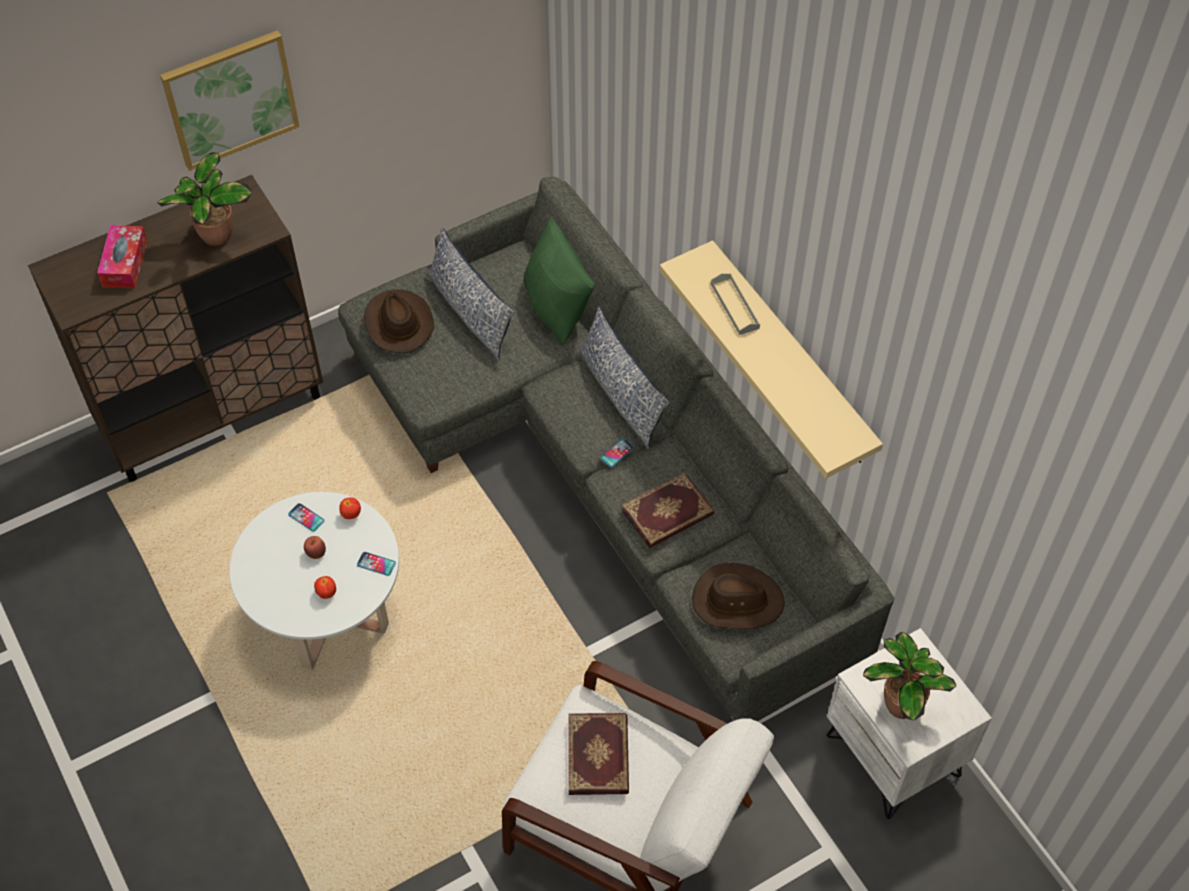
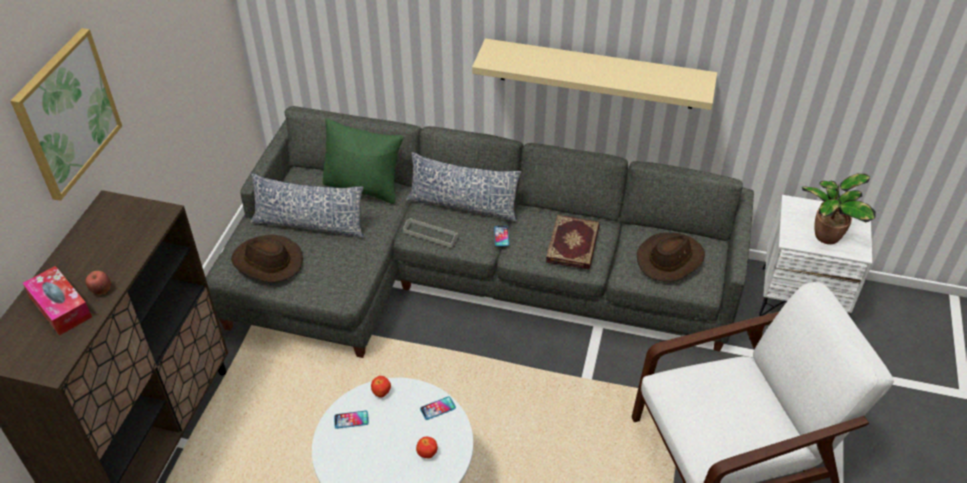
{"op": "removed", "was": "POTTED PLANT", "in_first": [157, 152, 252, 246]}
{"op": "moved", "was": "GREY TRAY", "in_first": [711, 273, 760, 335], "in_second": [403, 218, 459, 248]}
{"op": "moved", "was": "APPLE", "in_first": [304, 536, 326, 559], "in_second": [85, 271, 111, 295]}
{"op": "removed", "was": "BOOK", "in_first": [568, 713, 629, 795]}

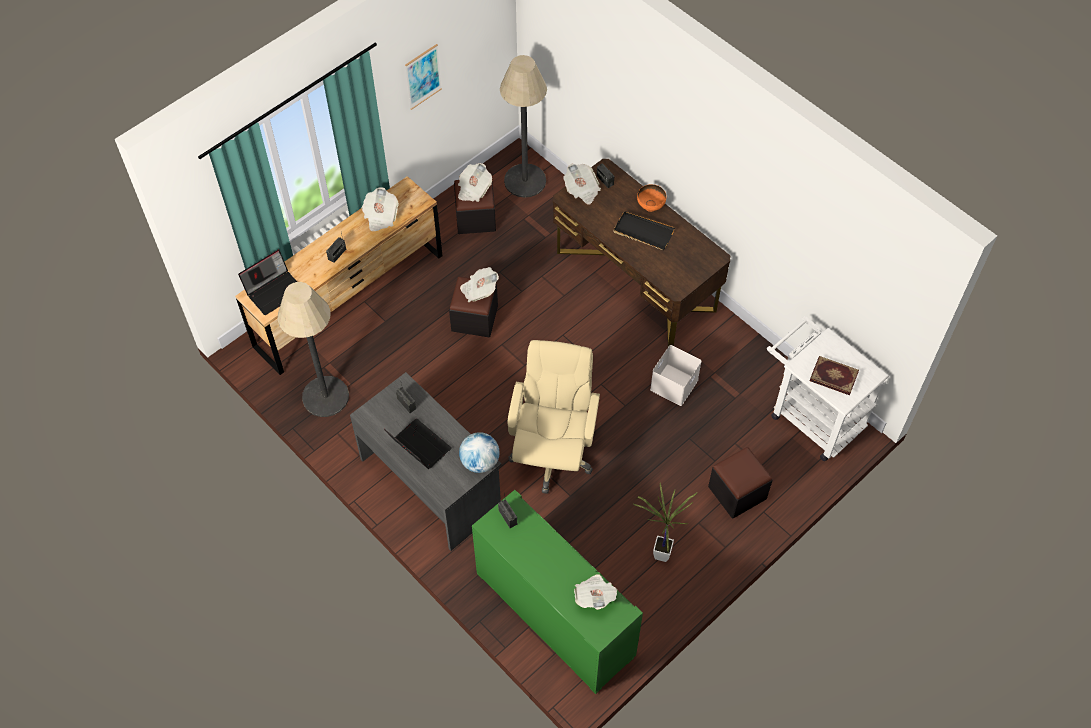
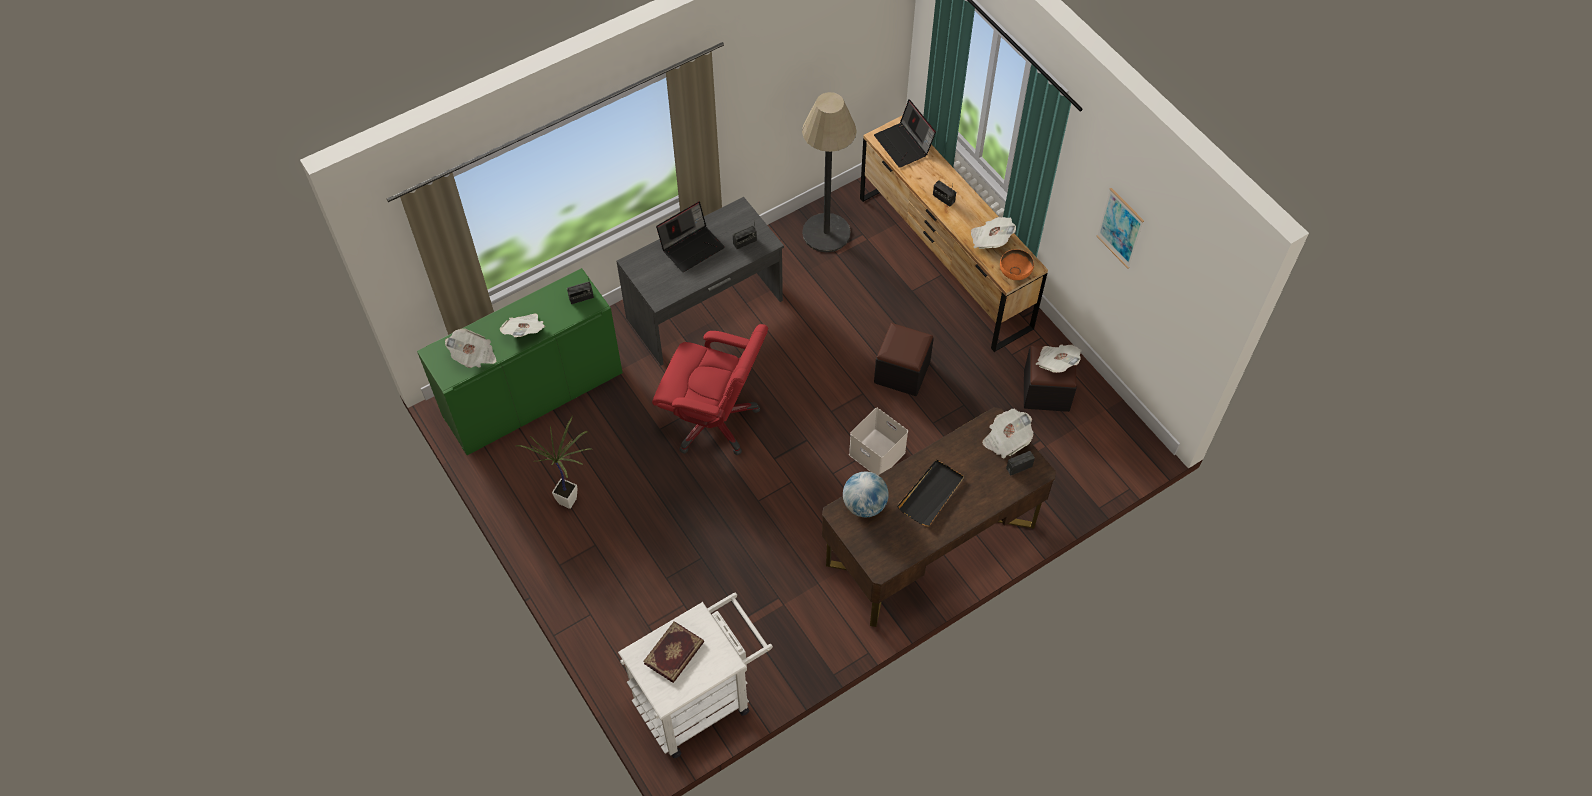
{"op": "removed", "was": "FLOOR LAMP", "in_first": [500, 55, 547, 198]}
{"op": "moved", "was": "ORANGE BOWL", "in_first": [637, 184, 666, 212], "in_second": [1000, 249, 1034, 280]}
{"op": "moved", "was": "NEWSPAPER", "in_first": [460, 267, 499, 302], "in_second": [500, 313, 545, 337]}
{"op": "recoloured", "was": "BEIGE OFFICE CHAIR", "now": "RED OFFICE CHAIR", "in_first": [507, 340, 600, 494], "in_second": [652, 324, 768, 455]}
{"op": "moved", "was": "WHITE STORAGE BOX", "in_first": [650, 345, 702, 406], "in_second": [849, 408, 908, 475]}
{"op": "moved", "was": "GLOBE", "in_first": [459, 432, 500, 473], "in_second": [843, 471, 889, 517]}
{"op": "removed", "was": "BLACK OTTOMAN", "in_first": [708, 447, 772, 518]}

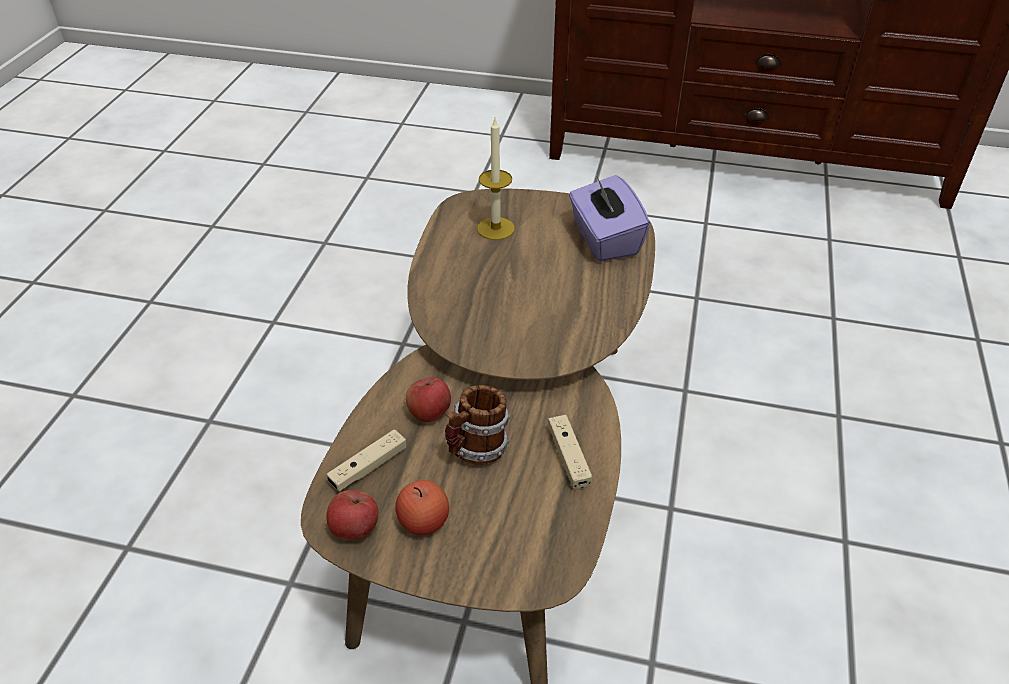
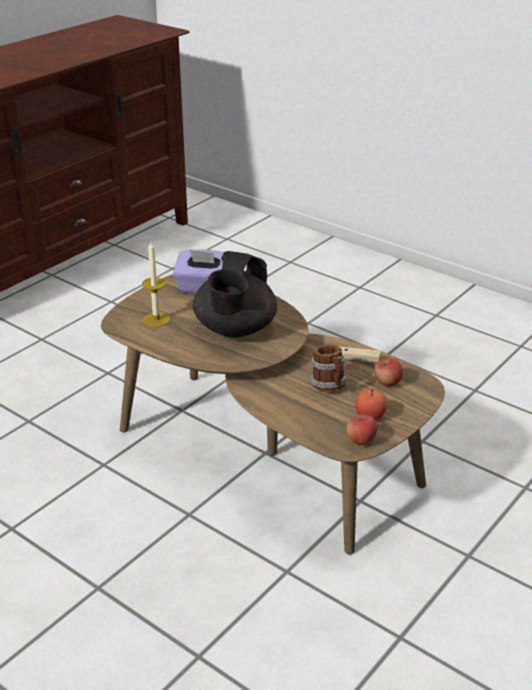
{"op": "moved", "was": "APPLE", "in_first": [406, 377, 451, 422], "in_second": [375, 358, 403, 386]}
{"op": "removed", "was": "BEIGE GAME CONTROLLER", "in_first": [327, 430, 406, 491]}
{"op": "added", "now": "BLACK TEAPOT", "in_second": [193, 251, 277, 337]}

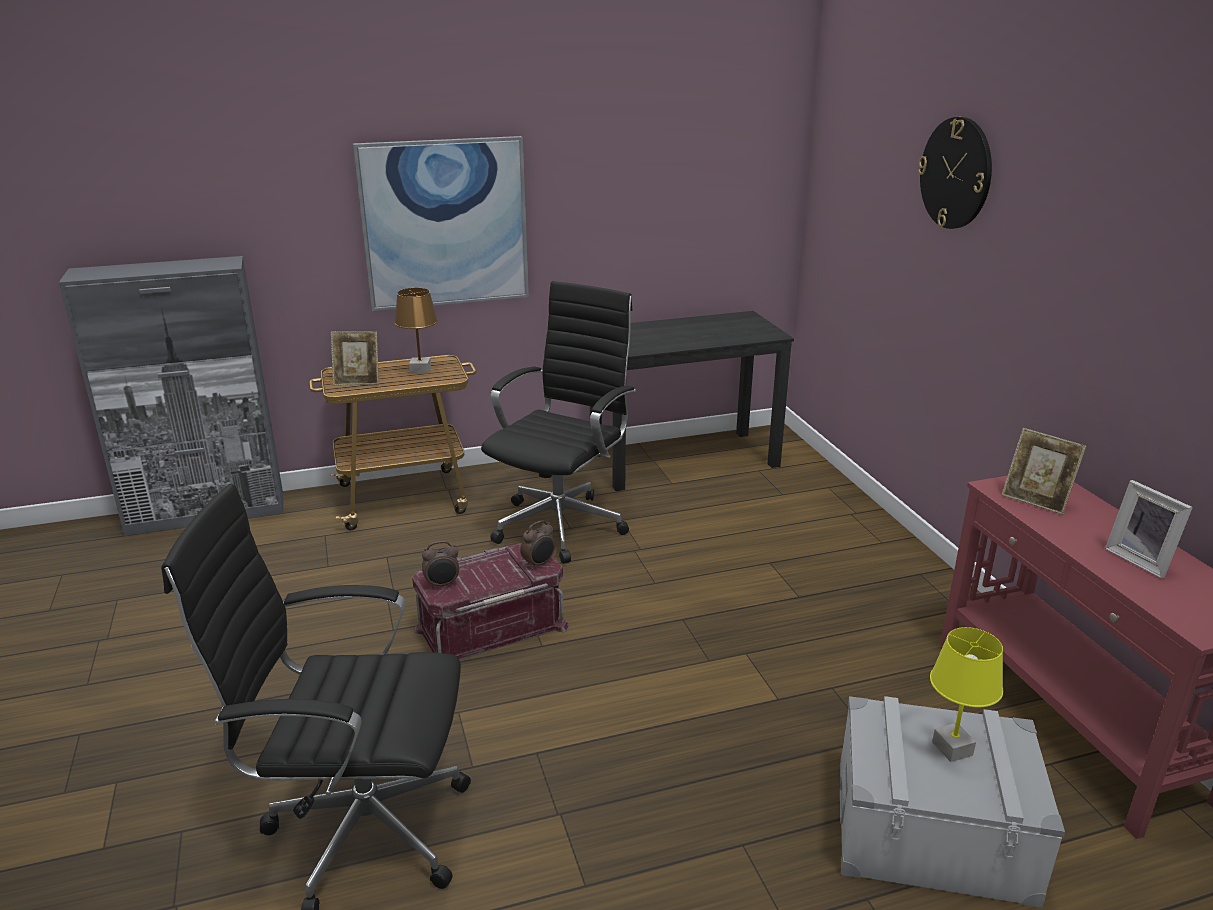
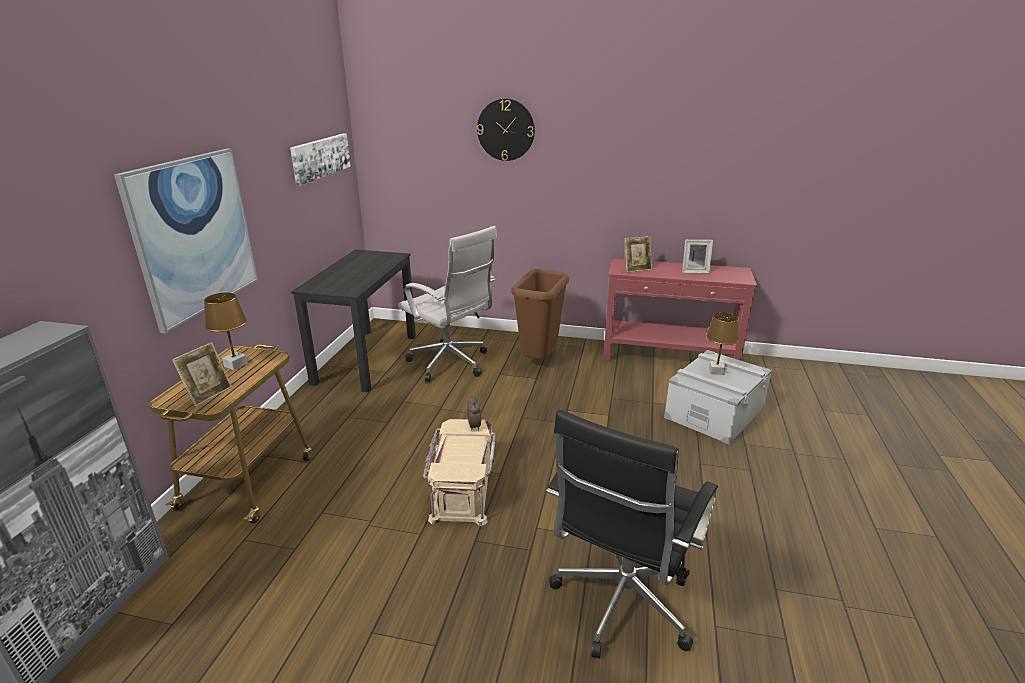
{"op": "removed", "was": "BLACK OFFICE CHAIR", "in_first": [481, 281, 636, 564]}
{"op": "removed", "was": "ALARM CLOCK", "in_first": [422, 541, 459, 589]}
{"op": "recoloured", "was": "RED STORAGE BOX", "now": "BEIGE STORAGE BOX", "in_first": [412, 543, 569, 660], "in_second": [423, 419, 496, 526]}
{"op": "recoloured", "was": "YELLOW TABLE LAMP", "now": "BROWN TABLE LAMP", "in_first": [930, 627, 1003, 762], "in_second": [706, 312, 739, 375]}
{"op": "added", "now": "PICTURE", "in_second": [290, 134, 351, 186]}
{"op": "added", "now": "WHITE OFFICE CHAIR", "in_second": [398, 226, 497, 382]}
{"op": "added", "now": "BROWN TRASH CAN", "in_second": [511, 269, 569, 359]}

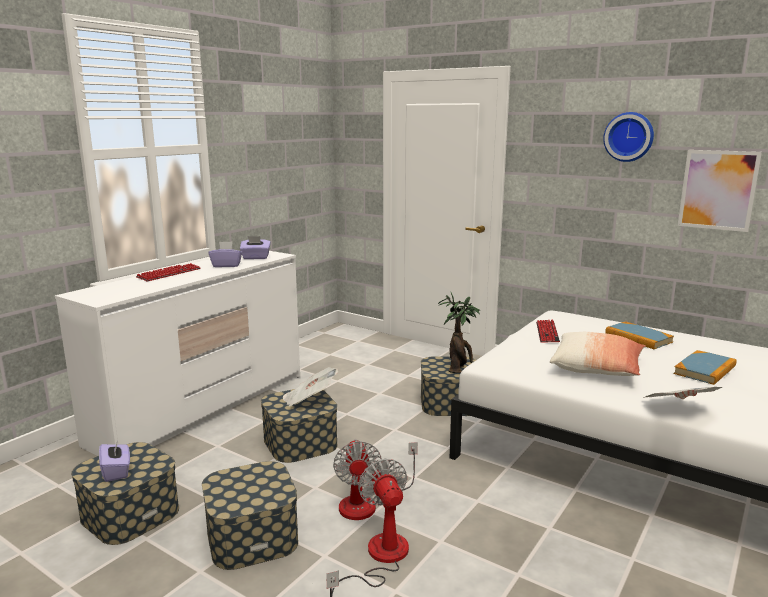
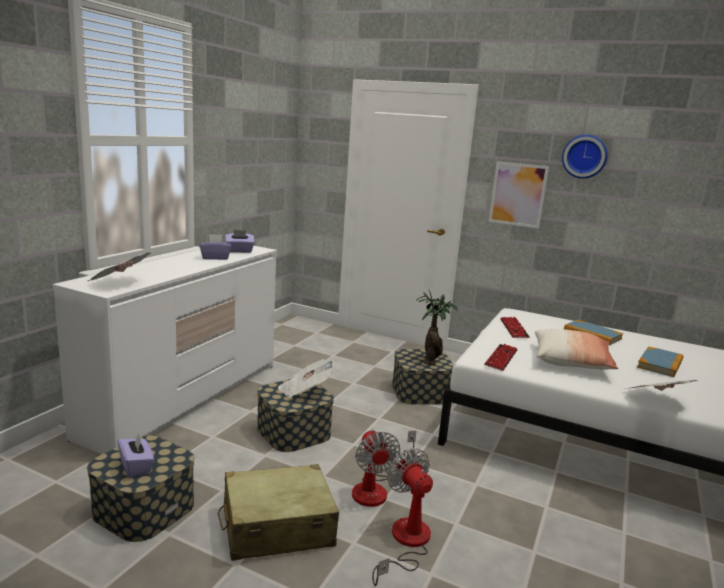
{"op": "moved", "was": "PICTURE", "in_first": [678, 150, 762, 232], "in_second": [489, 161, 549, 228]}
{"op": "moved", "was": "KEYBOARD", "in_first": [136, 263, 201, 281], "in_second": [484, 344, 517, 371]}
{"op": "replaced", "was": "STORAGE BOX", "now": "BEIGE SUITCASE", "in_first": [202, 461, 298, 570], "in_second": [218, 464, 339, 561]}
{"op": "added", "now": "NEWSPAPER", "in_second": [88, 252, 151, 281]}

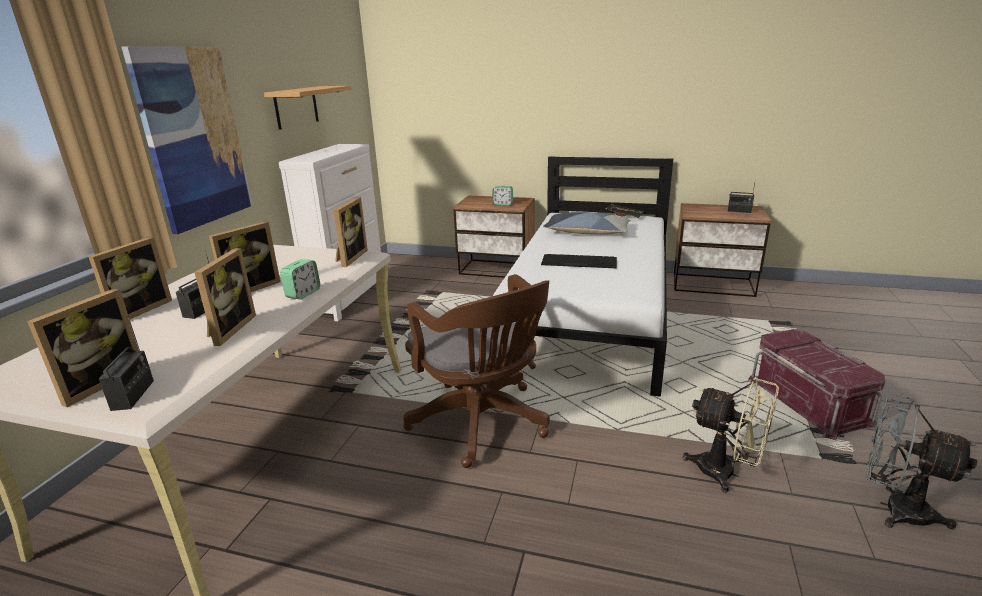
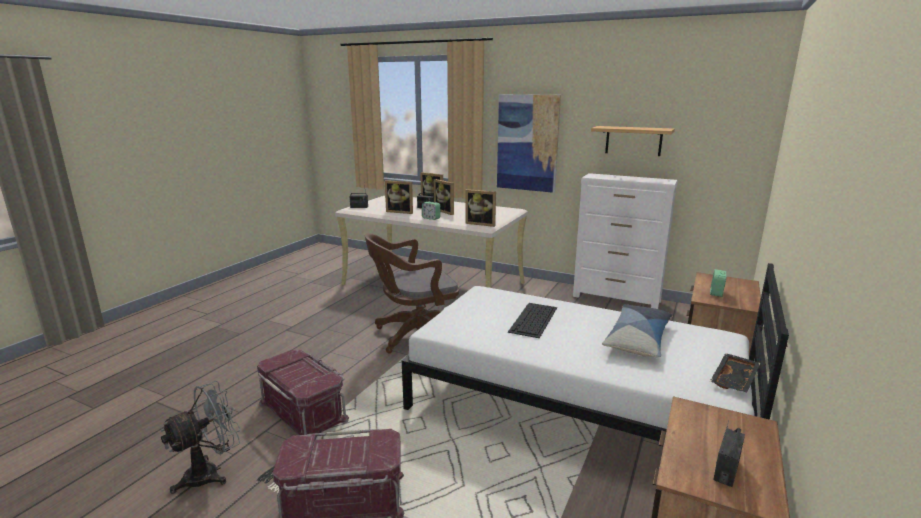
{"op": "removed", "was": "PICTURE FRAME", "in_first": [27, 288, 140, 408]}
{"op": "replaced", "was": "BEIGE FAN", "now": "RED STORAGE BOX", "in_first": [683, 376, 779, 493], "in_second": [257, 350, 349, 435]}

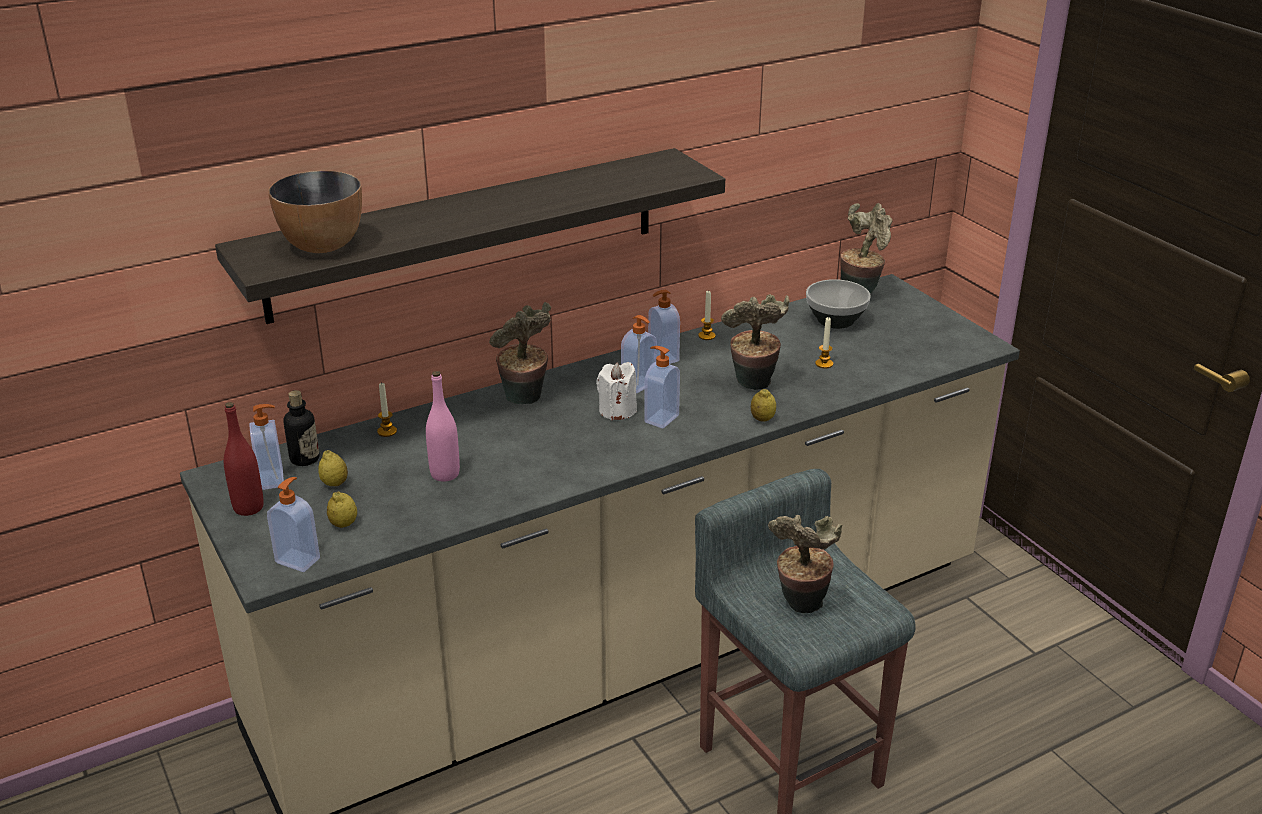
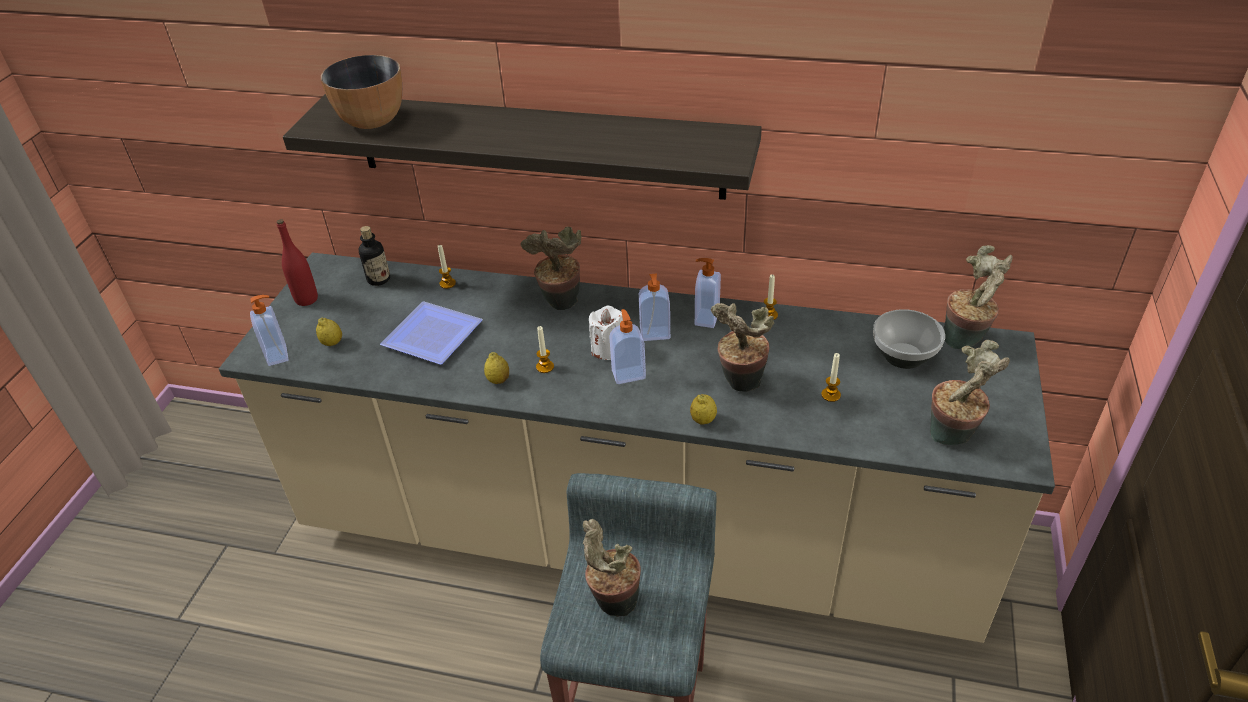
{"op": "replaced", "was": "PINK BOTTLE", "now": "PLATE", "in_first": [426, 371, 460, 482], "in_second": [380, 301, 483, 365]}
{"op": "removed", "was": "SOAP DISPENSER", "in_first": [250, 404, 284, 490]}
{"op": "moved", "was": "LEMON", "in_first": [318, 450, 348, 486], "in_second": [484, 352, 509, 384]}
{"op": "added", "now": "CANDLE", "in_second": [536, 326, 554, 373]}
{"op": "added", "now": "POTTED PLANT", "in_second": [930, 340, 1010, 445]}

